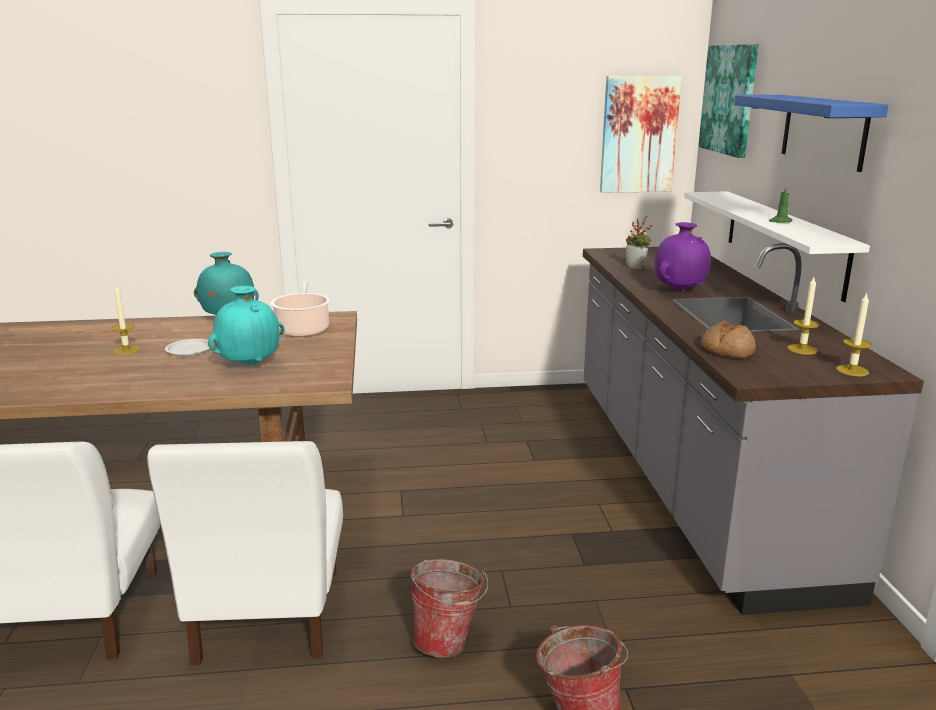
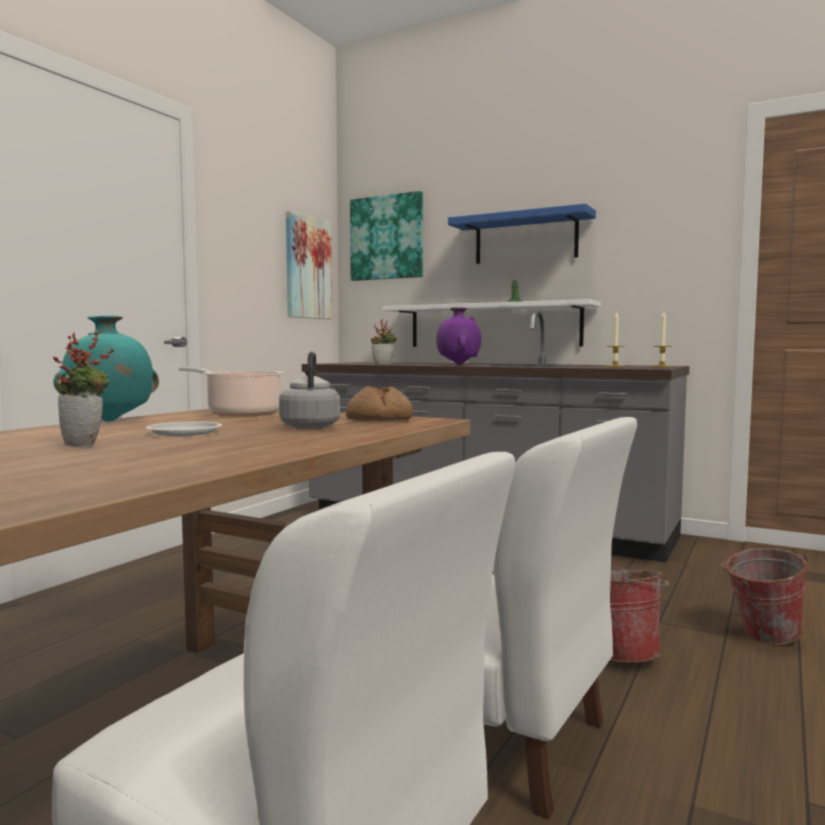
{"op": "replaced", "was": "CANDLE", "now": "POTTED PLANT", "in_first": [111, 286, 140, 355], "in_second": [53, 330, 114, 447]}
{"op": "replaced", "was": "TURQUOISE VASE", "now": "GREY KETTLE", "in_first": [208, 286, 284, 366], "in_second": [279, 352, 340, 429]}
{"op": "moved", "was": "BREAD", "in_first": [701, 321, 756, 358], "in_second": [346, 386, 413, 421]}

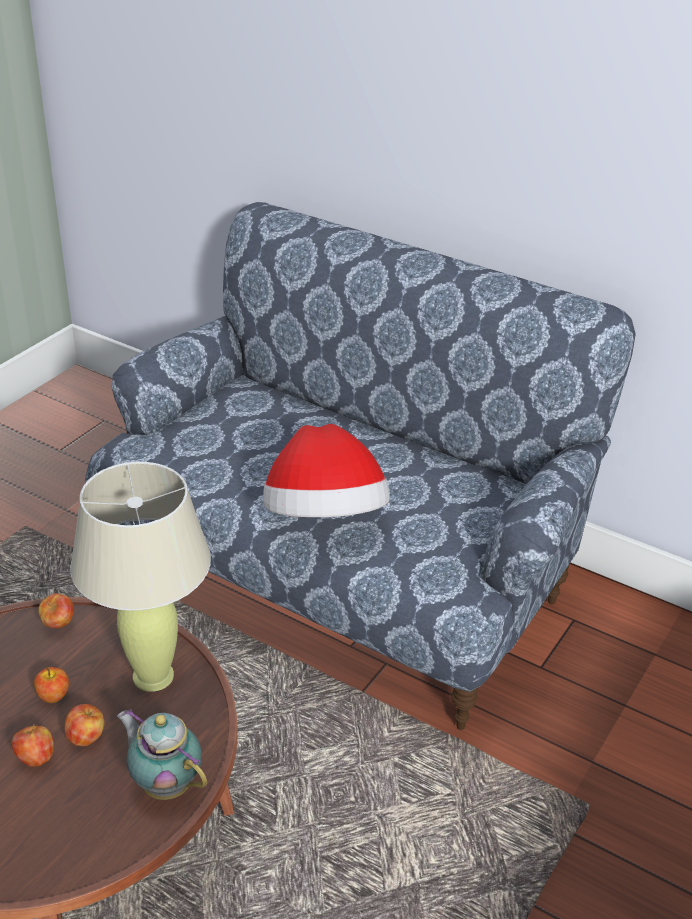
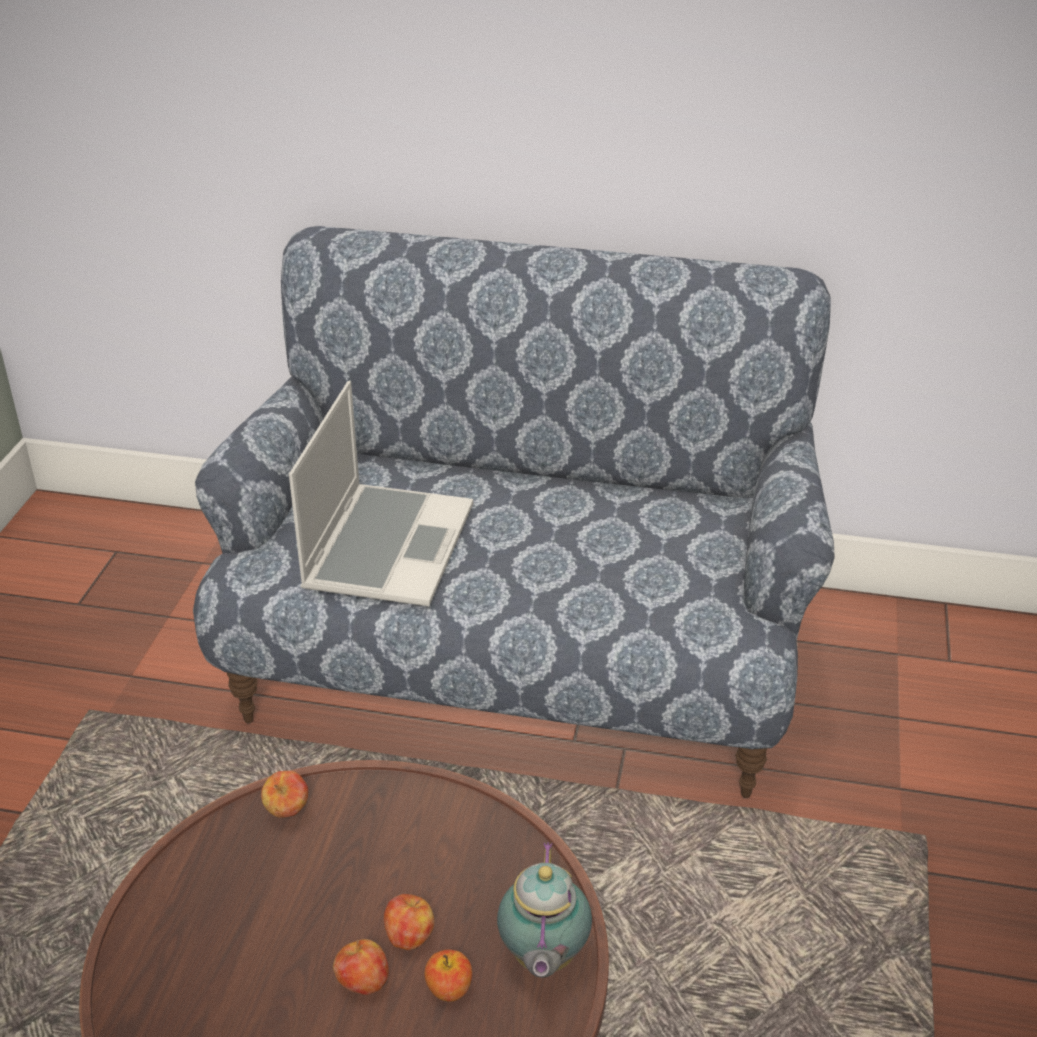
{"op": "removed", "was": "HAT", "in_first": [263, 424, 390, 517]}
{"op": "removed", "was": "BEIGE TABLE LAMP", "in_first": [70, 462, 211, 692]}
{"op": "moved", "was": "APPLE", "in_first": [34, 667, 69, 703], "in_second": [424, 950, 472, 1002]}
{"op": "turned", "was": "TEAPOT", "in_first": [117, 709, 207, 800], "in_second": [497, 842, 592, 978], "clockwise": -105}
{"op": "added", "now": "LAPTOP", "in_second": [289, 381, 473, 607]}

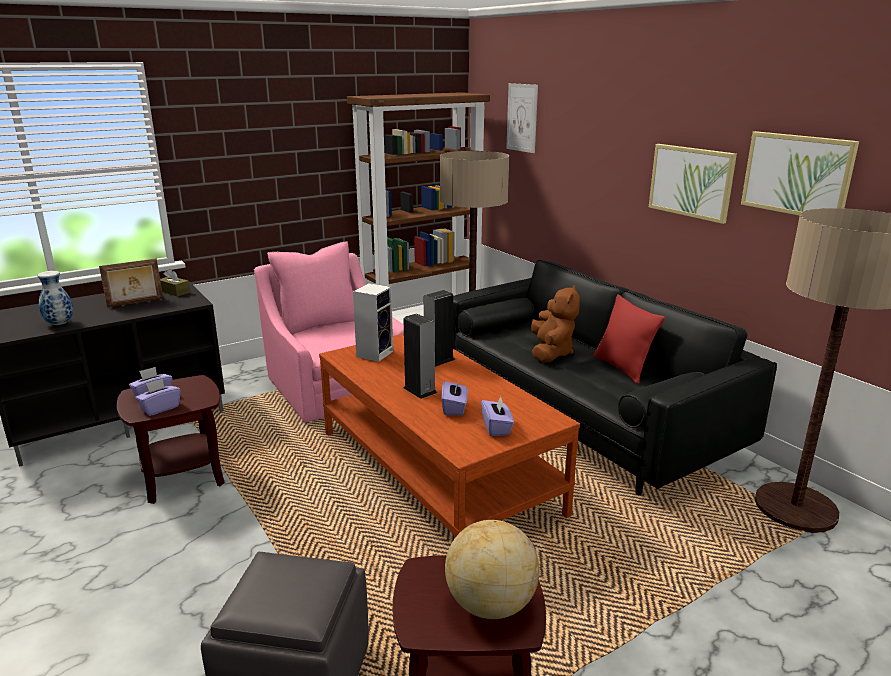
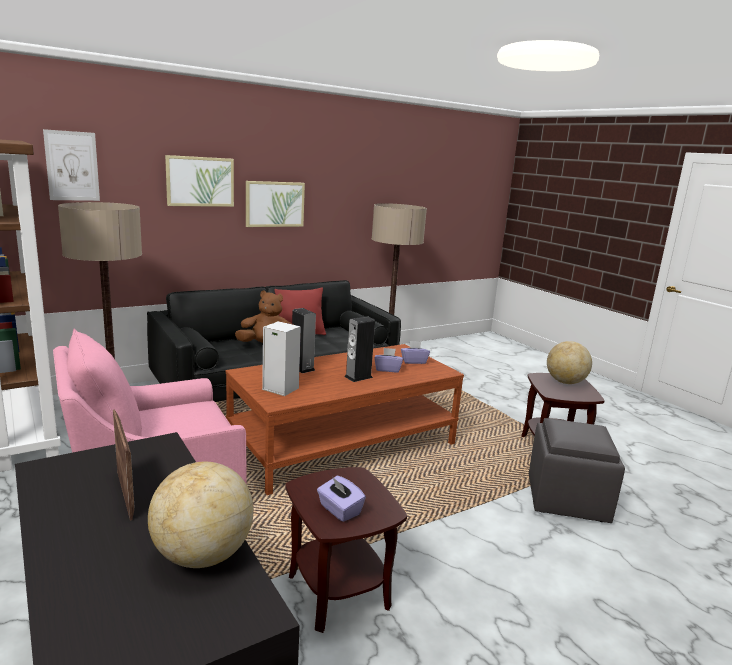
{"op": "moved", "was": "PICTURE", "in_first": [741, 131, 859, 216], "in_second": [165, 155, 234, 207]}
{"op": "removed", "was": "BROWN TISSUE BOX", "in_first": [160, 269, 190, 297]}
{"op": "replaced", "was": "VASE", "now": "GLOBE", "in_first": [37, 271, 73, 325], "in_second": [148, 462, 253, 568]}
{"op": "removed", "was": "PURPLE TISSUE BOX", "in_first": [135, 378, 181, 416]}

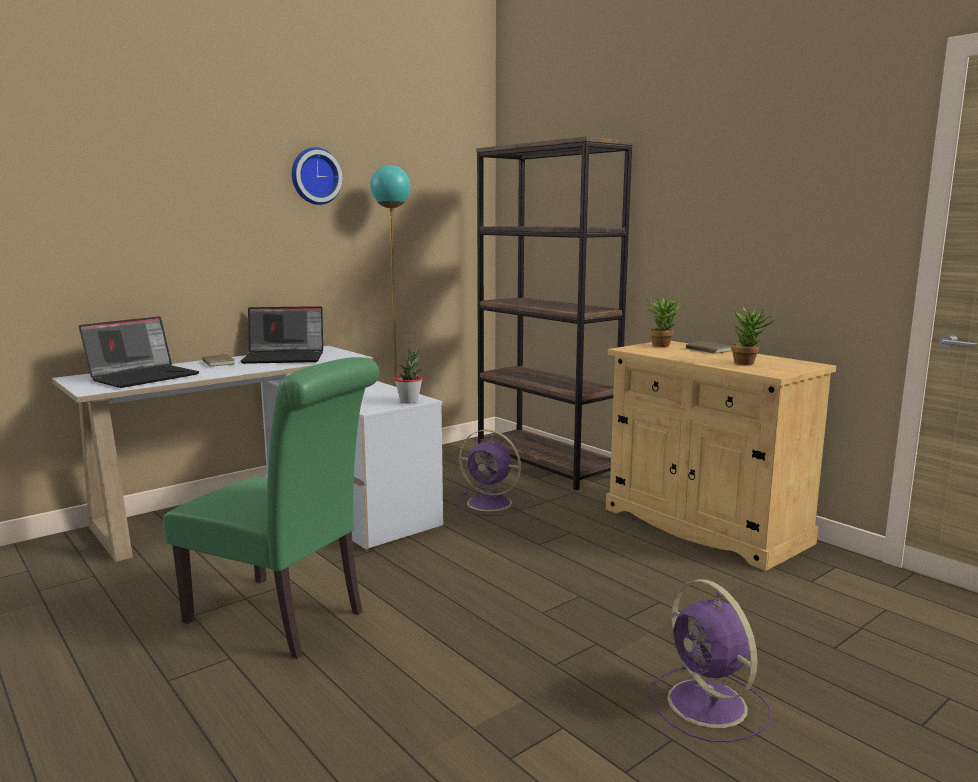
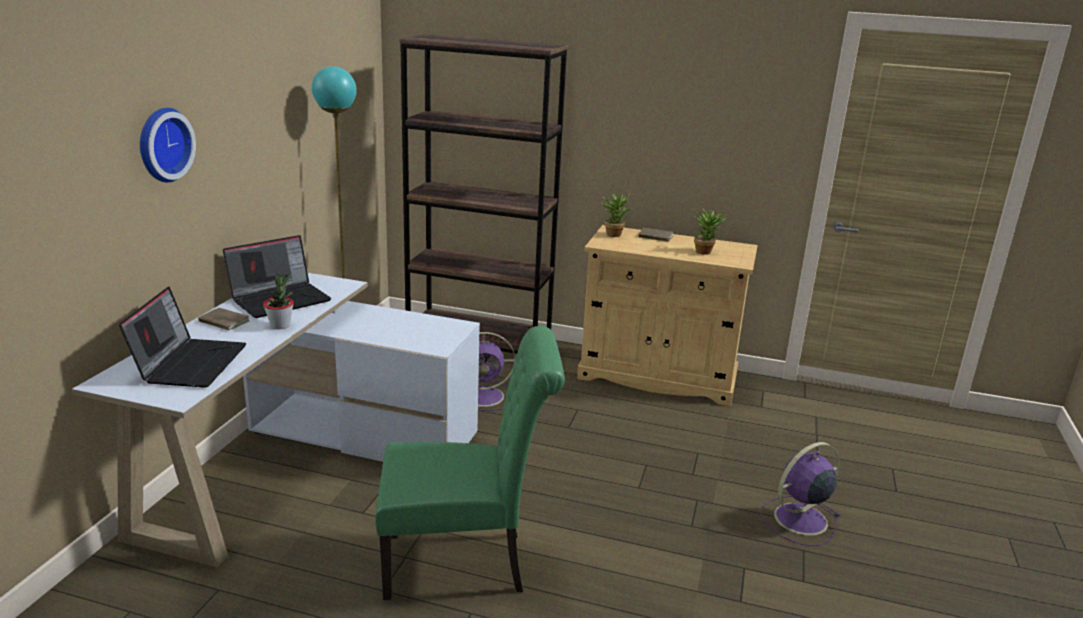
{"op": "moved", "was": "WALL CLOCK", "in_first": [292, 147, 342, 205], "in_second": [140, 108, 196, 182]}
{"op": "moved", "was": "POTTED PLANT", "in_first": [395, 349, 422, 404], "in_second": [263, 273, 294, 329]}
{"op": "turned", "was": "PURPLE FAN", "in_first": [650, 579, 772, 742], "in_second": [760, 442, 841, 546], "clockwise": 120}

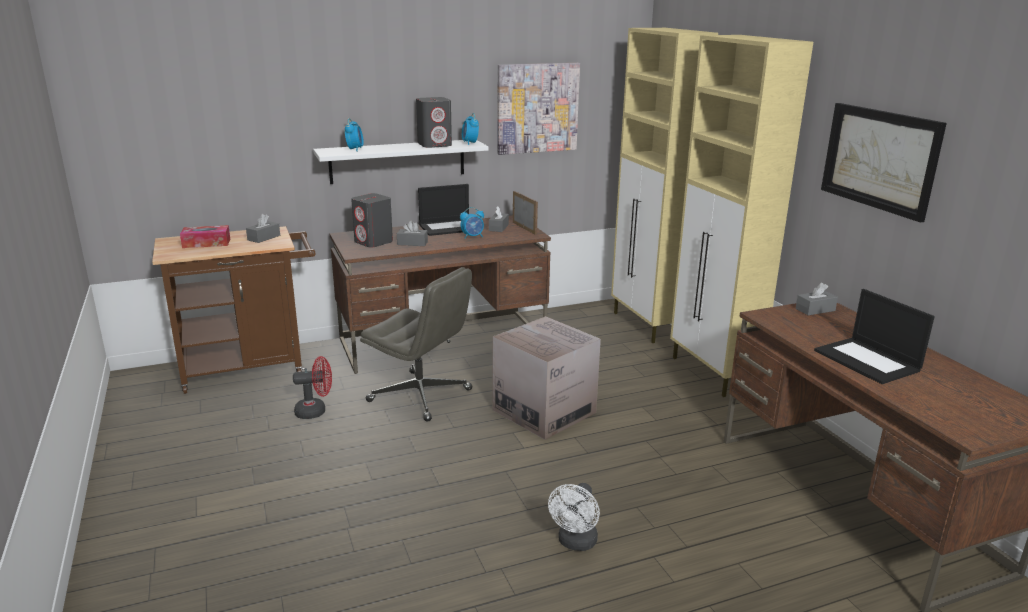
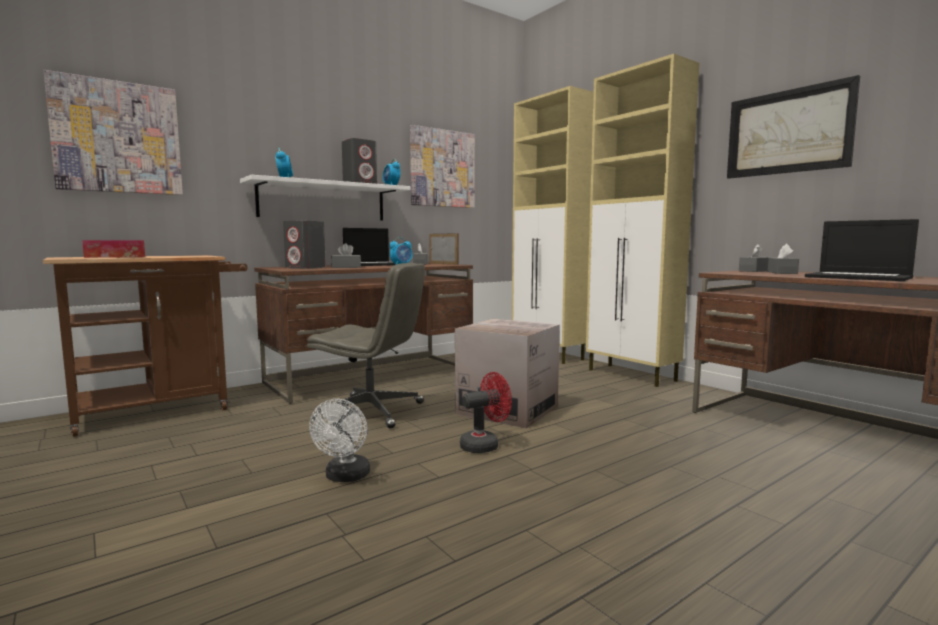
{"op": "moved", "was": "GREY TISSUE BOX", "in_first": [246, 214, 280, 243], "in_second": [768, 244, 799, 274]}
{"op": "moved", "was": "RED FAN", "in_first": [293, 356, 332, 419], "in_second": [460, 372, 512, 453]}
{"op": "moved", "was": "WHITE FAN", "in_first": [548, 483, 600, 551], "in_second": [309, 399, 370, 482]}
{"op": "added", "now": "PICTURE", "in_second": [43, 70, 183, 195]}

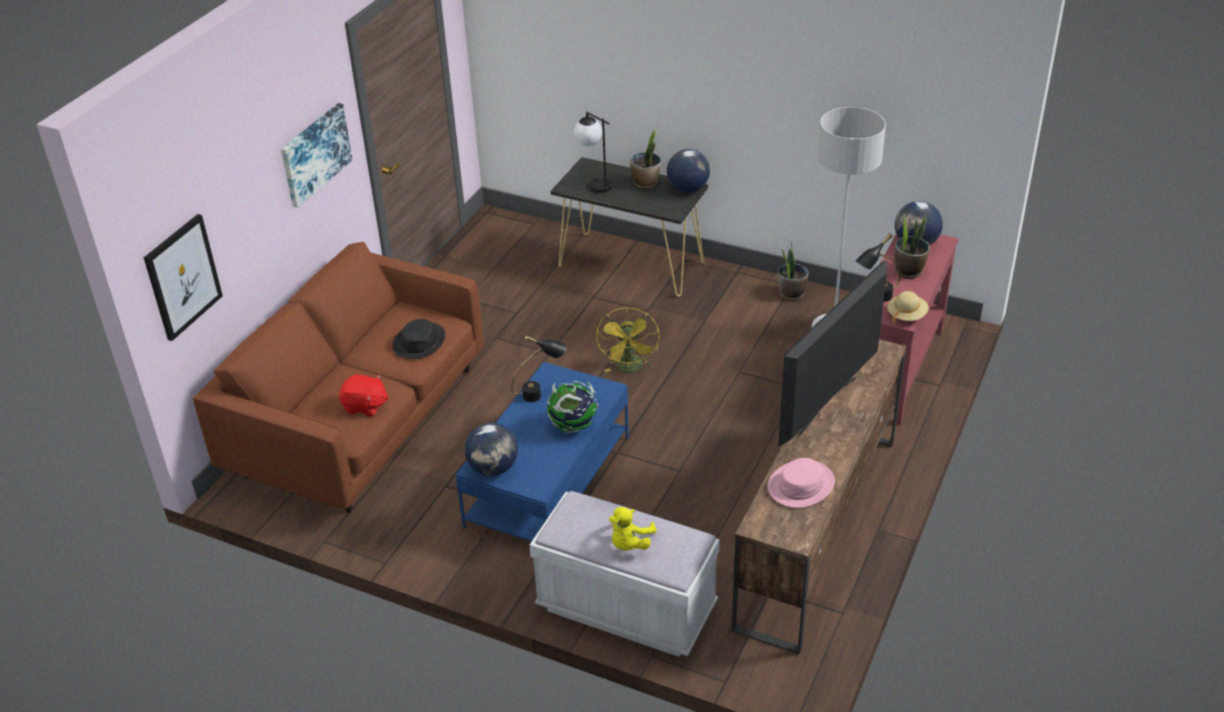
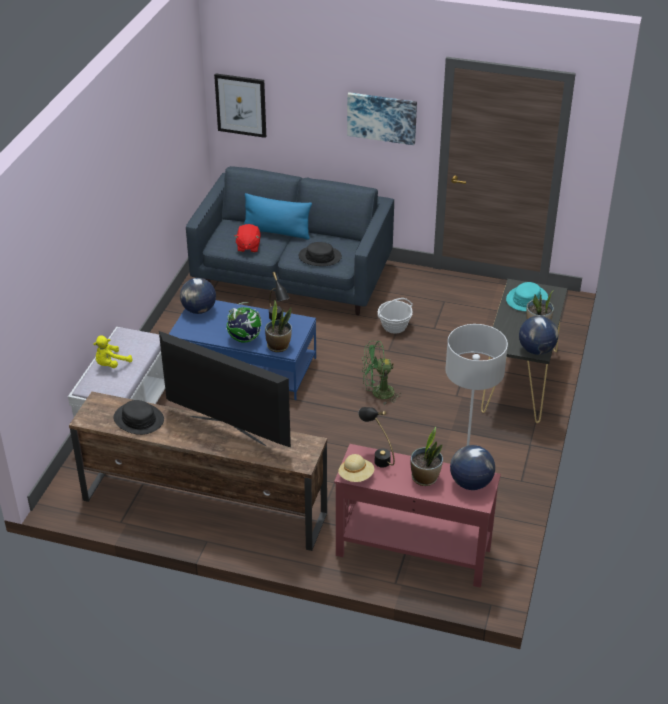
{"op": "replaced", "was": "TABLE LAMP", "now": "TURQUOISE HAT", "in_first": [574, 112, 612, 193], "in_second": [506, 282, 548, 311]}
{"op": "recoloured", "was": "BROWN SOFA", "now": "BLUE SOFA", "in_first": [193, 242, 484, 513], "in_second": [186, 166, 394, 315]}
{"op": "moved", "was": "POTTED PLANT", "in_first": [778, 242, 809, 301], "in_second": [265, 301, 292, 352]}
{"op": "recoloured", "was": "YELLOW FAN", "now": "GREEN FAN", "in_first": [596, 307, 659, 373], "in_second": [362, 341, 402, 405]}
{"op": "recoloured", "was": "PINK HAT", "now": "BLACK HAT", "in_first": [767, 458, 835, 508], "in_second": [114, 400, 164, 435]}
{"op": "turned", "was": "YELLOW PLUSH TOY", "in_first": [609, 507, 657, 551], "in_second": [93, 335, 132, 368], "clockwise": -60}
{"op": "added", "now": "BLUE PILLOW", "in_second": [244, 193, 312, 239]}
{"op": "added", "now": "BASKET", "in_second": [378, 298, 413, 334]}

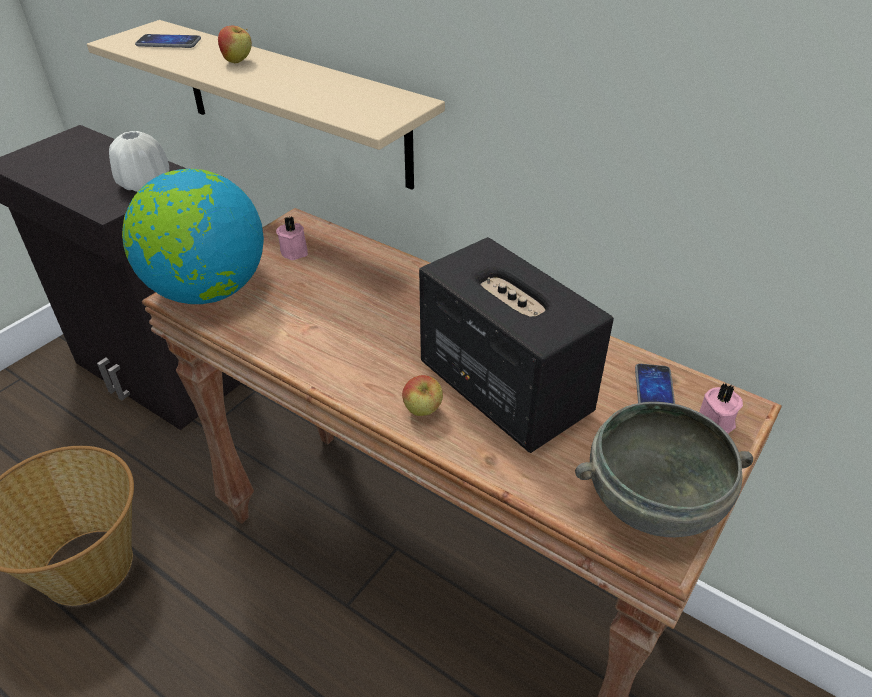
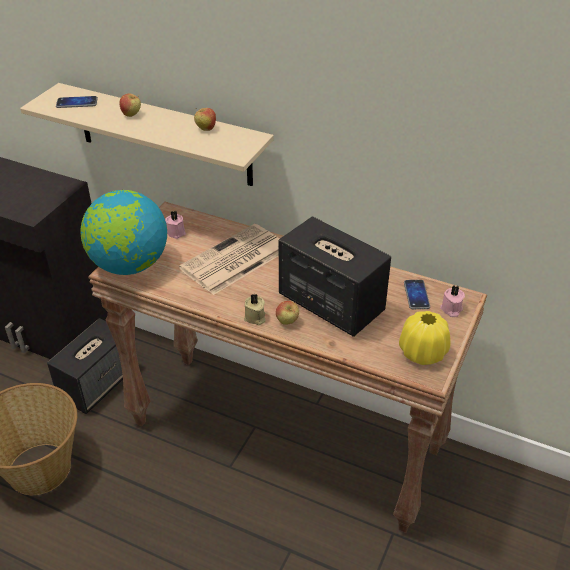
{"op": "removed", "was": "WHITE VASE", "in_first": [109, 131, 169, 192]}
{"op": "replaced", "was": "GREY BOWL", "now": "YELLOW VASE", "in_first": [575, 402, 753, 537], "in_second": [399, 311, 451, 365]}
{"op": "added", "now": "APPLE", "in_second": [194, 108, 216, 131]}
{"op": "added", "now": "NEWSPAPER", "in_second": [179, 224, 279, 295]}
{"op": "added", "now": "BEIGE CANDLE", "in_second": [244, 294, 266, 325]}
{"op": "added", "now": "SPEAKER", "in_second": [47, 318, 123, 414]}

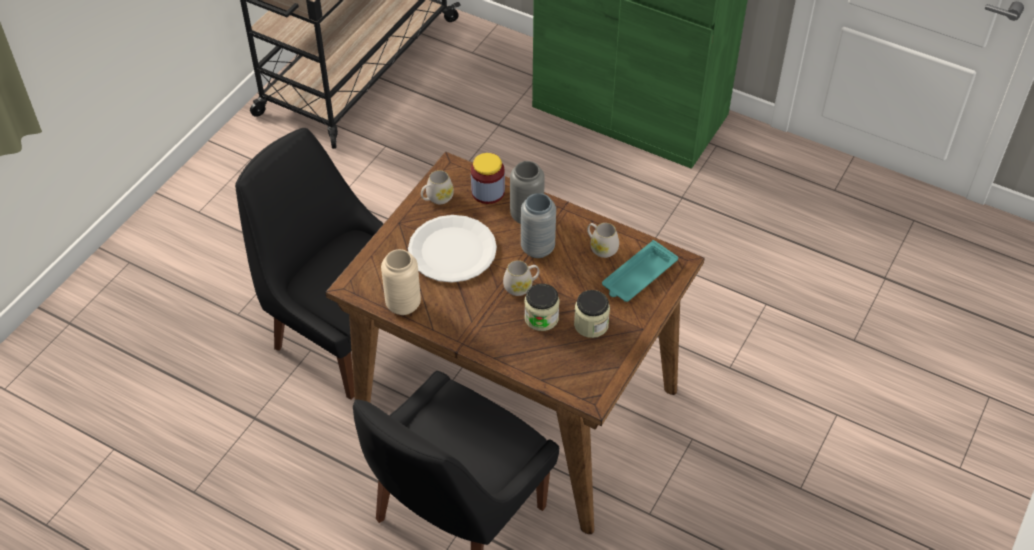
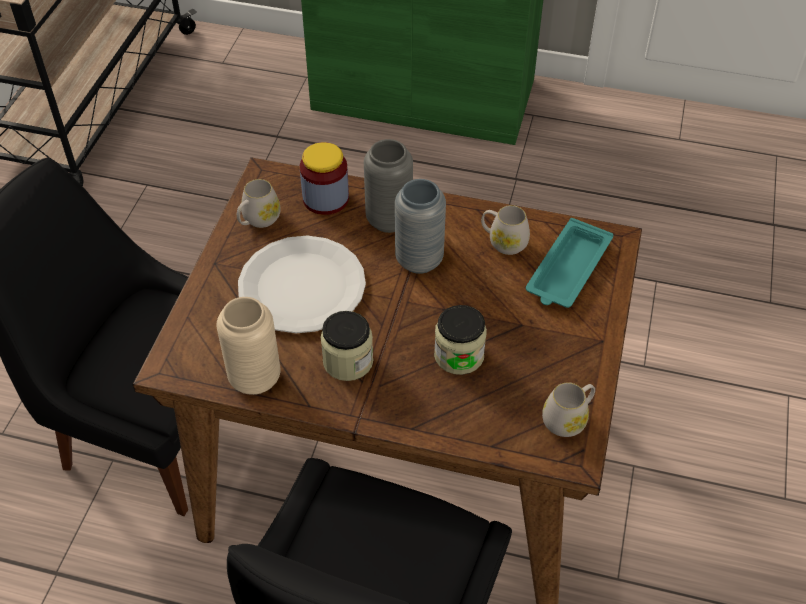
{"op": "moved", "was": "WHITE MUG", "in_first": [503, 260, 540, 296], "in_second": [542, 382, 595, 437]}
{"op": "moved", "was": "JAR", "in_first": [574, 290, 610, 338], "in_second": [321, 311, 373, 381]}

